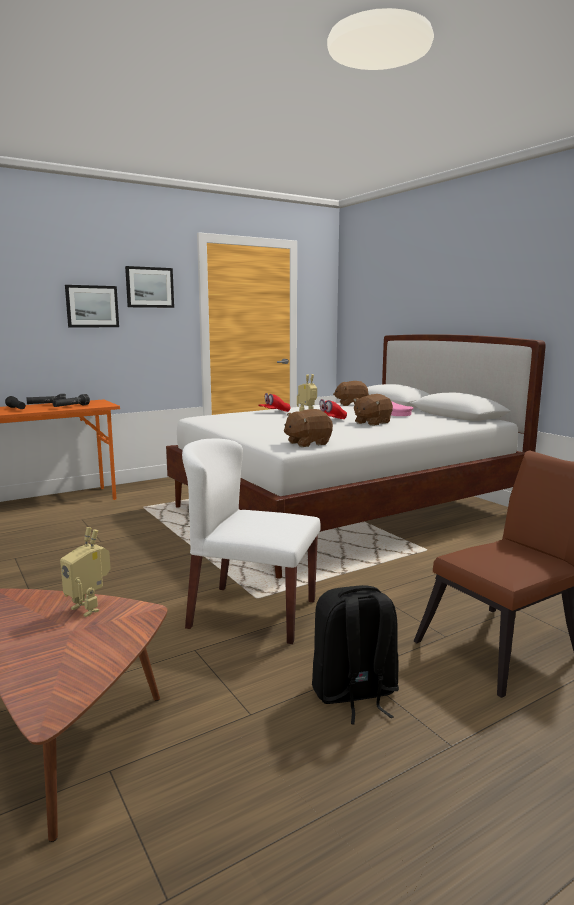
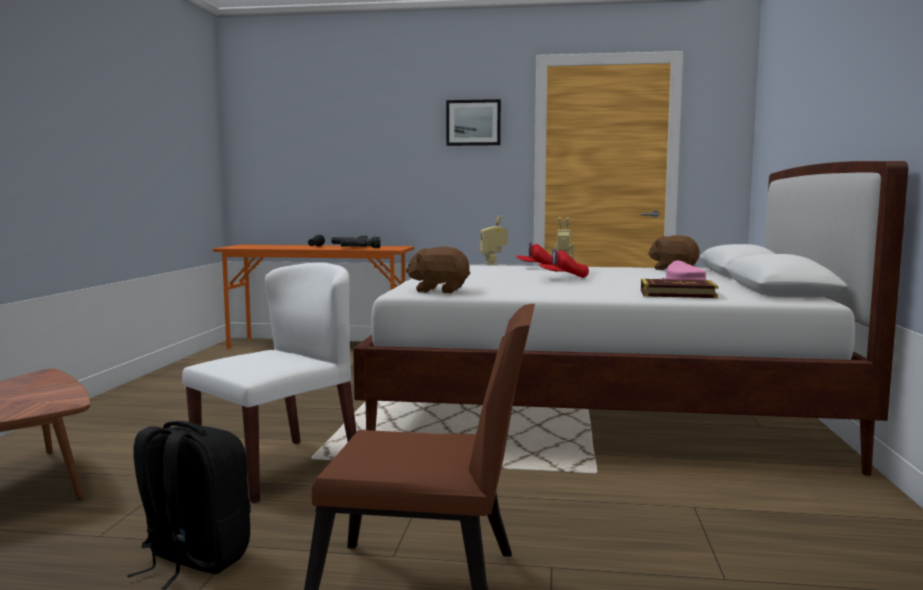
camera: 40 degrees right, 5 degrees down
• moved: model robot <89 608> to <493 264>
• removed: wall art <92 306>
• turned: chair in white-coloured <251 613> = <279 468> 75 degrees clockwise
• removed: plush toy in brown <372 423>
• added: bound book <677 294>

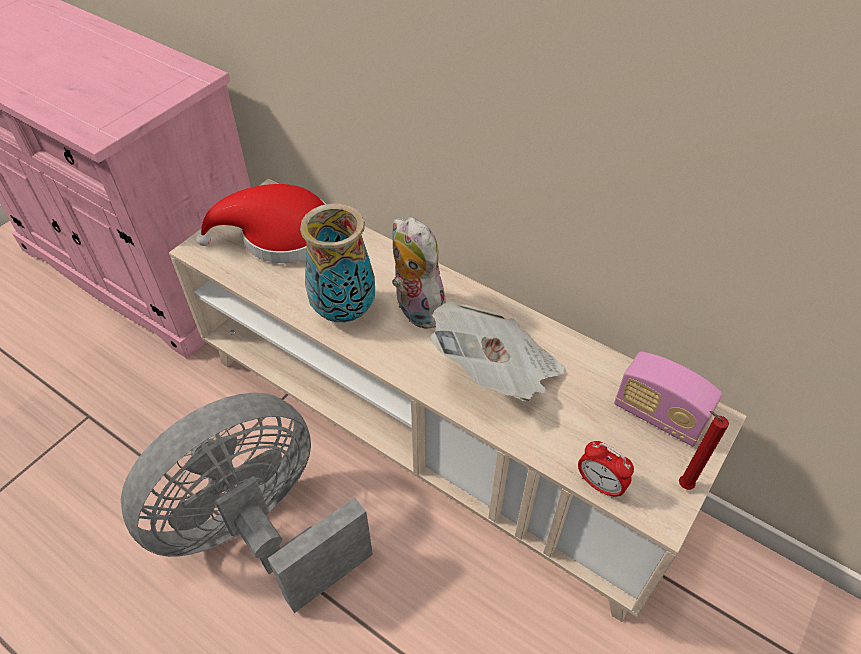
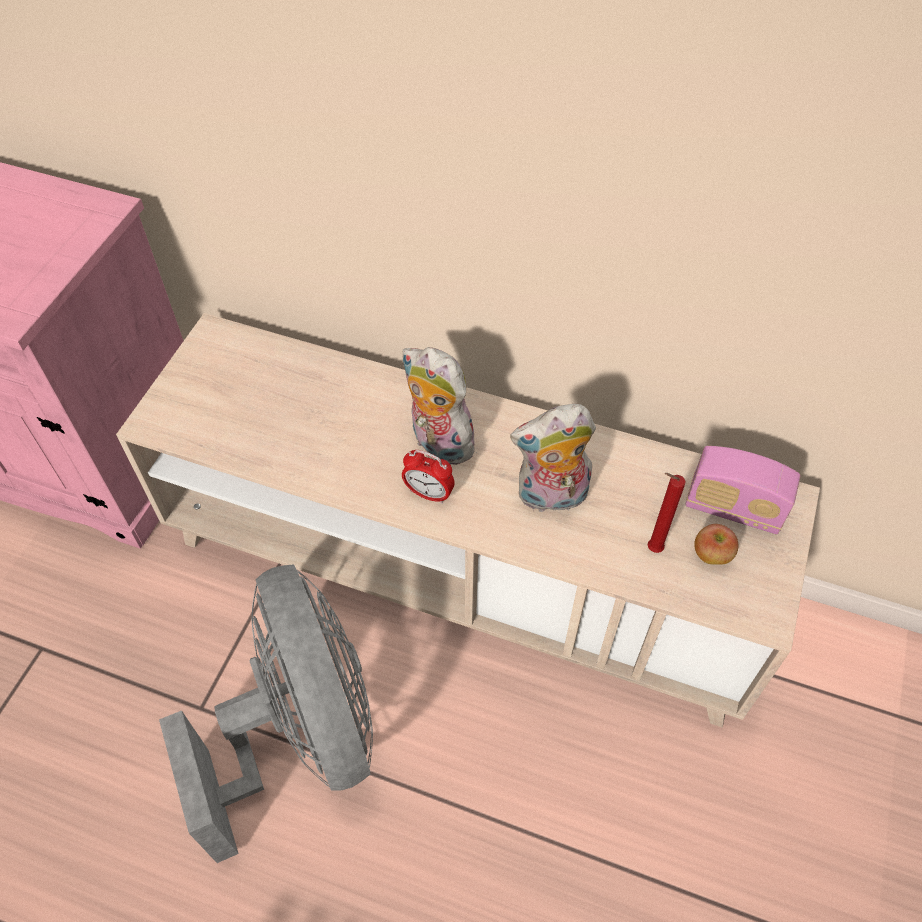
camera: 15 degrees left, 5 degrees up
• turned: electric fan in gray <259 532> = <301 734> 120 degrees clockwise
• removed: wearable hat in red-coloured <279 236>
• removed: decorative vase <343 312>
• replaced: printed paper <497 371> to plush toy <551 497>
• moved: alarm clock <599 484> to <429 493>
• moved: wax candle in red-coloured <682 485> to <651 549>
• added: whole apple <711 556>

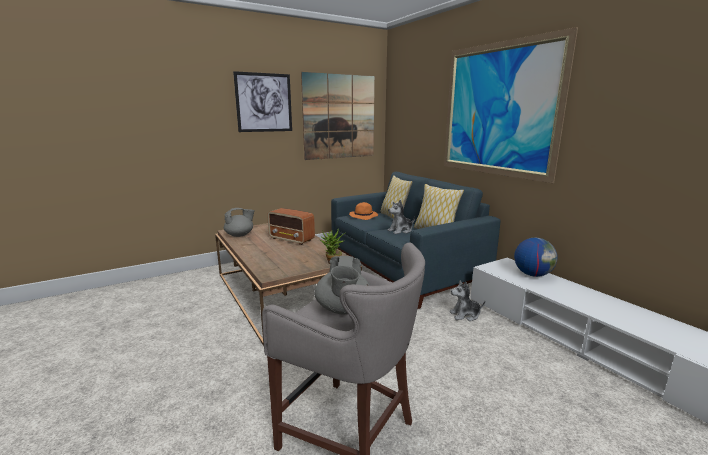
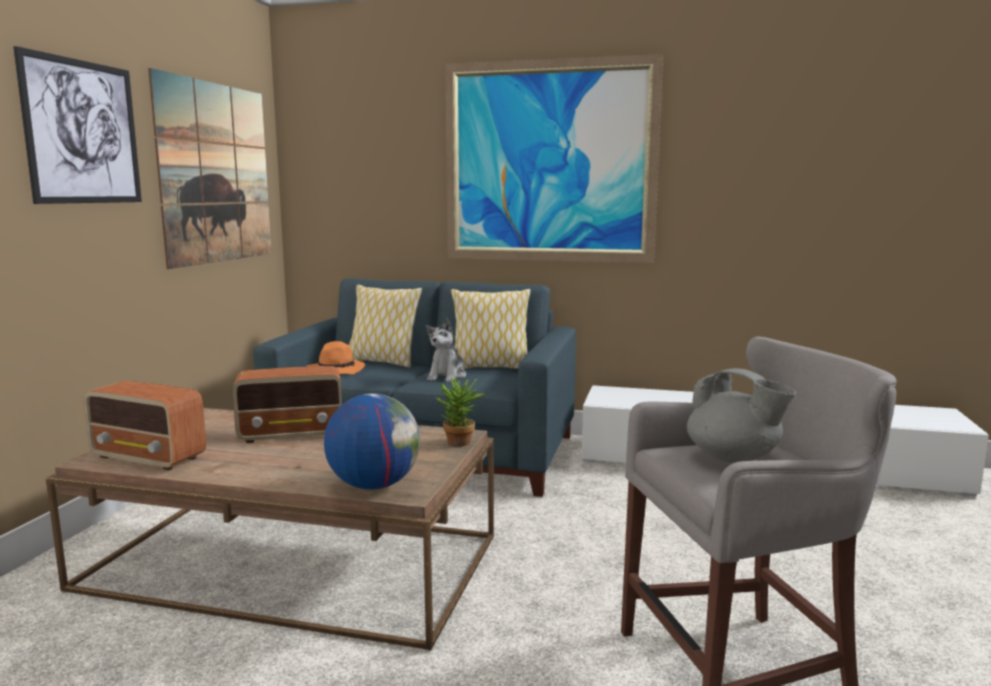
camera: 45 degrees left, 5 degrees down
• replaced: teapot in gray <240 235> to radio set <149 458>
• removed: plush toy <465 315>
• moved: globe <532 274> to <374 485>

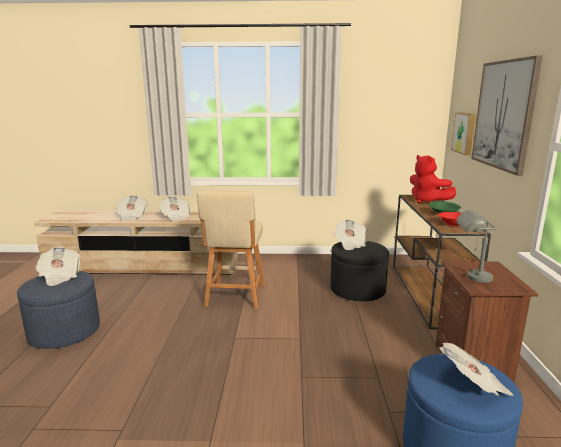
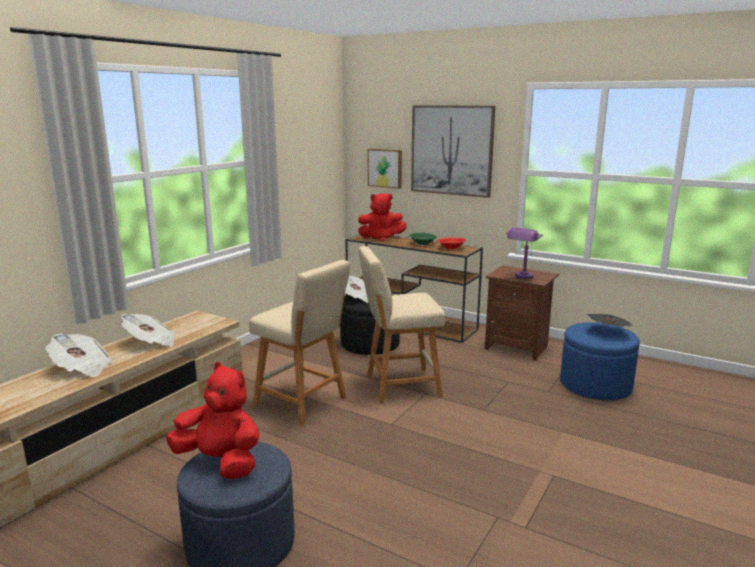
camera: 60 degrees left, 0 degrees up
• replaced: printed paper <60 276> to plush toy in red-coloured <220 462>
• recoloured: lamp for a table in gray <471 277> to lamp for a table in purplish <522 278>
• added: stool in sand-coloured <399 385>

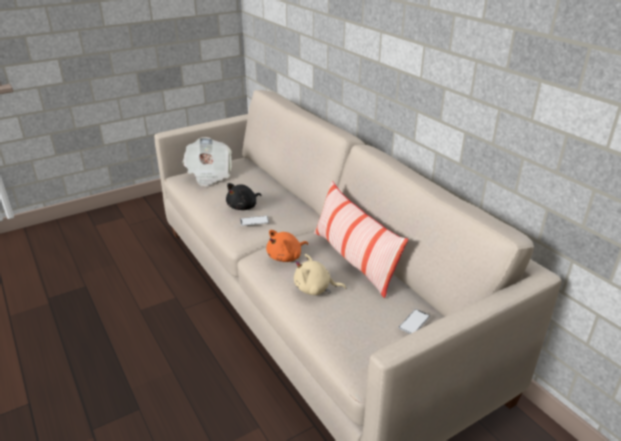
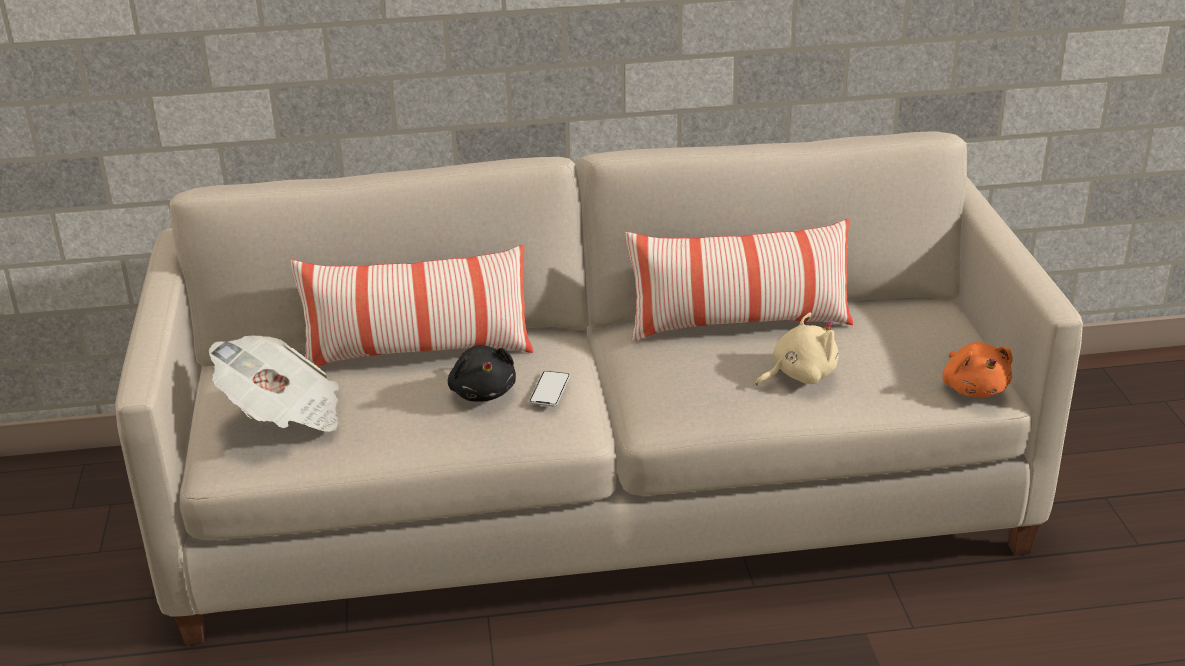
camera: 65 degrees left, 0 degrees up
• moved: plush toy in orange-coloured <286 257> to <974 388>
• turned: plush toy in sand-coloured <315 289> = <799 375> 150 degrees counterclockwise
• removed: phone <414 322>
• added: cushion <418 353>

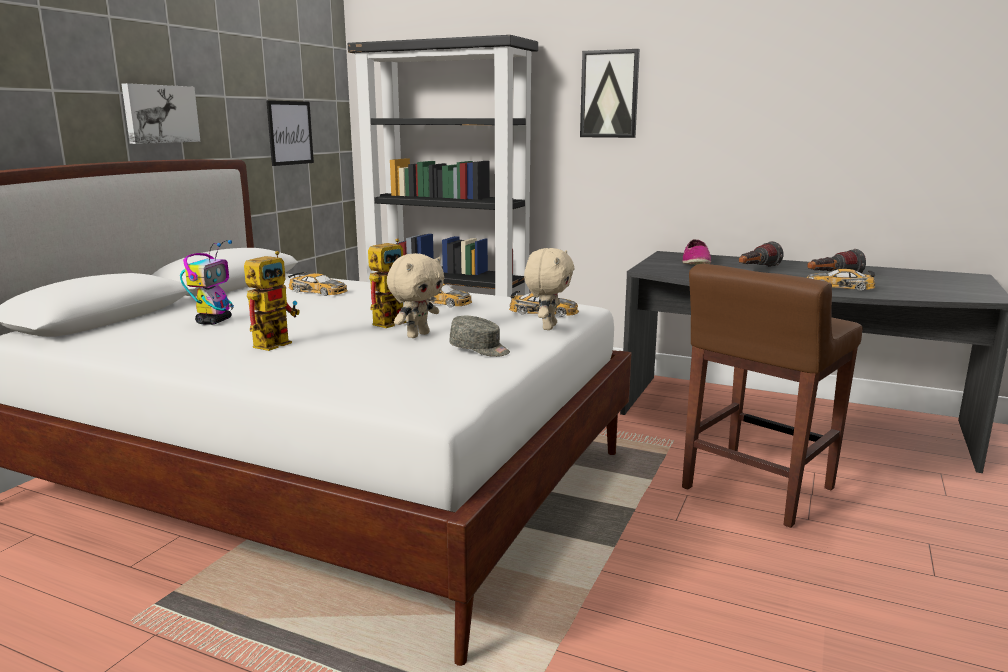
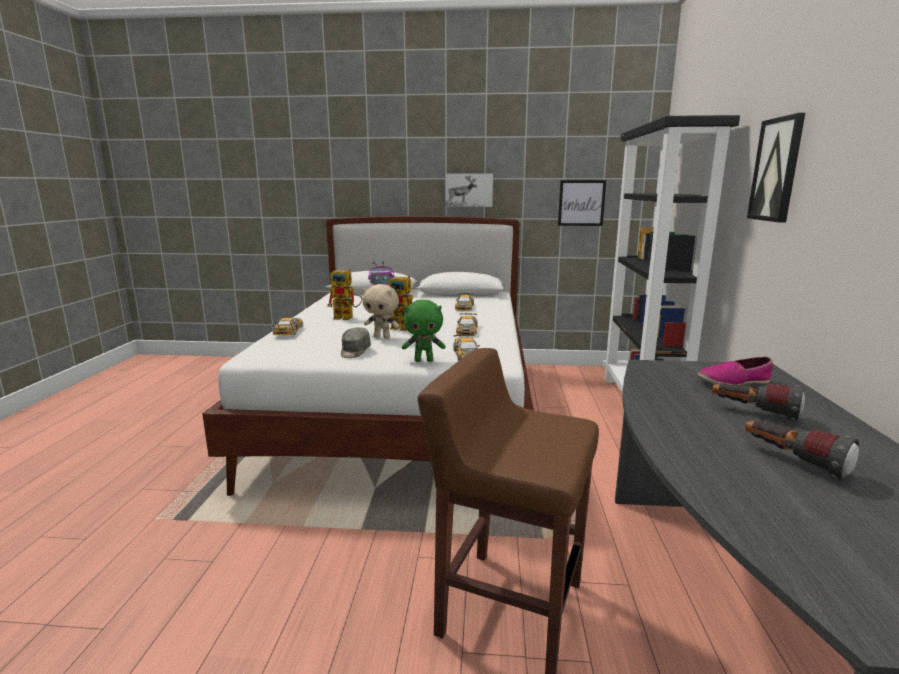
camera: 70 degrees right, 0 degrees up
• recoloured: plush toy in sand-coloured <548 327> to plush toy in green-coloured <424 360>
• moved: toy car <838 287> to <288 330>

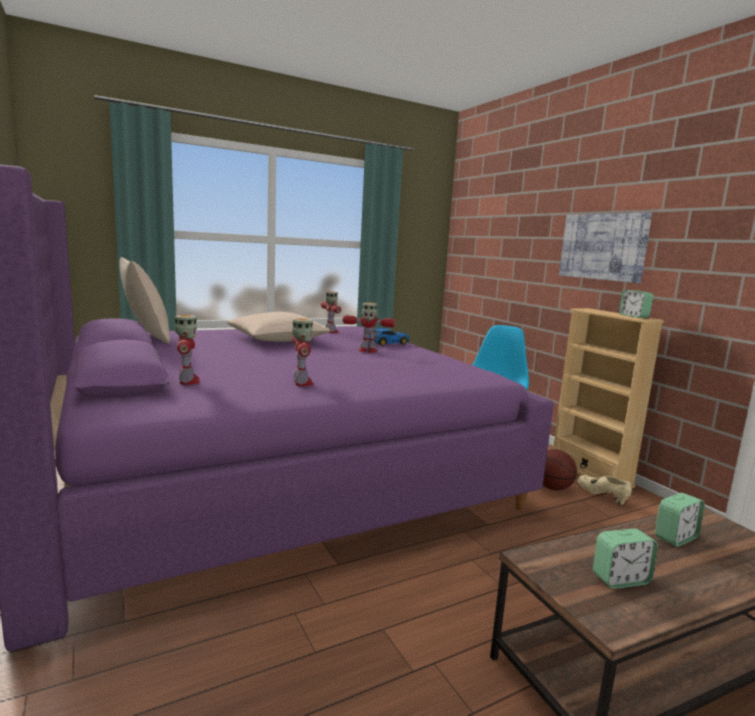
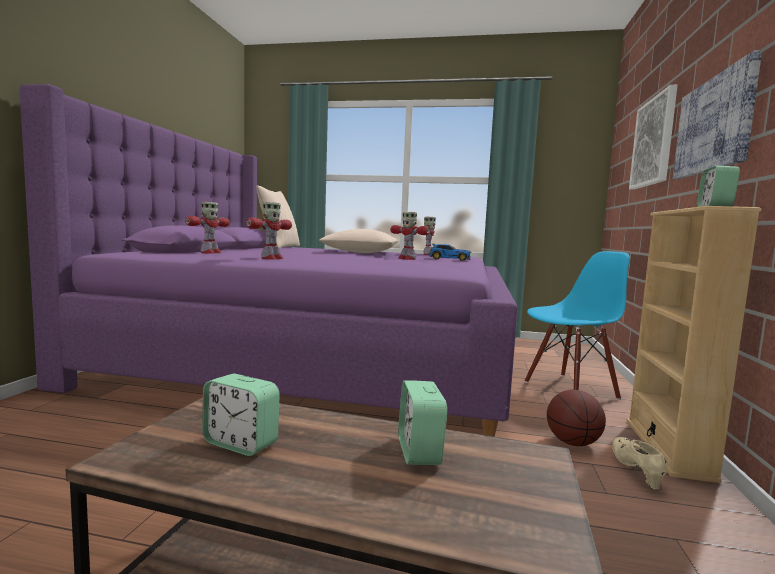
camera: 40 degrees right, 5 degrees down
• turned: alarm clock <675 537> = <419 451> 75 degrees clockwise
• added: wall art <654 142>

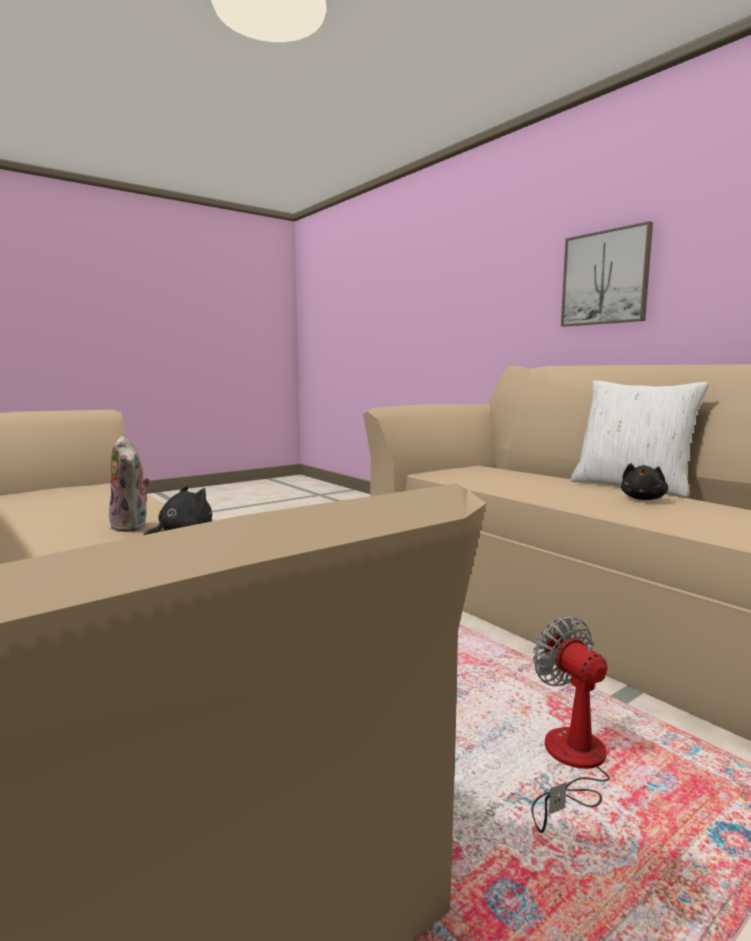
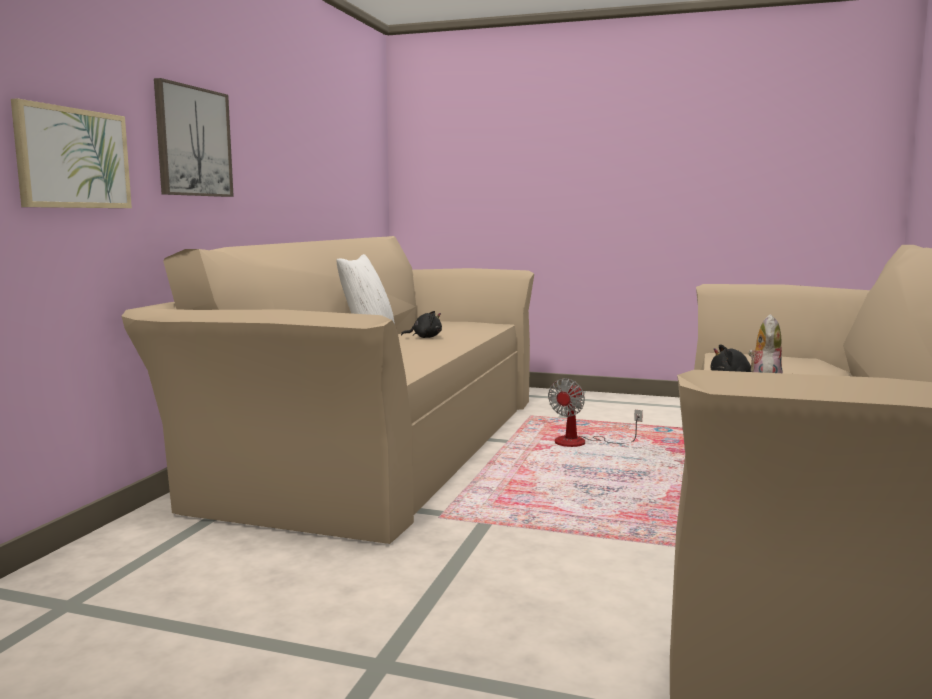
camera: 125 degrees left, 0 degrees up
• added: wall art <73 158>

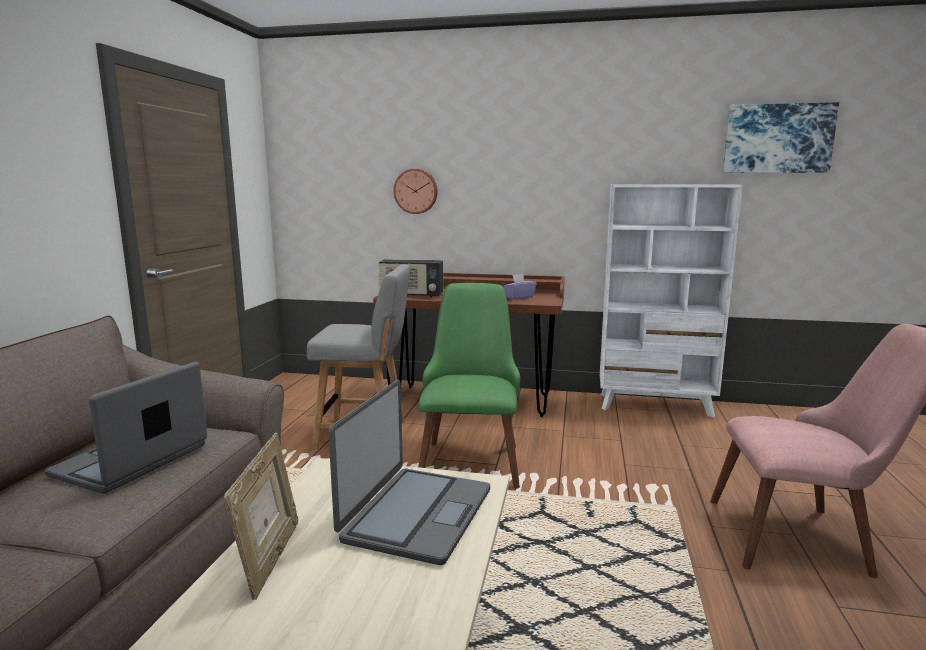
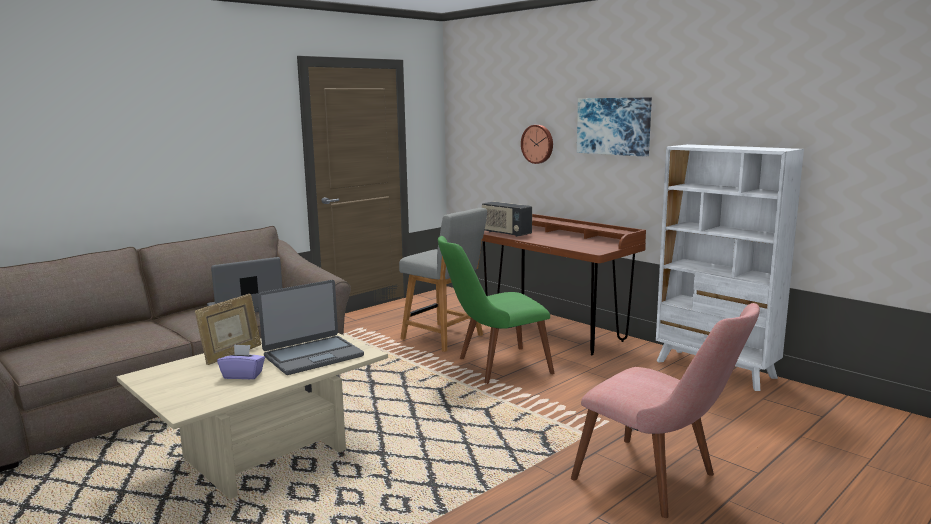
camera: 35 degrees right, 0 degrees up
• turned: chair in green-coloured <471 456> = <493 367> 150 degrees counterclockwise
• moved: tissue box in purplish <519 297> to <243 375>
• moved: wall art <777 139> to <614 126>

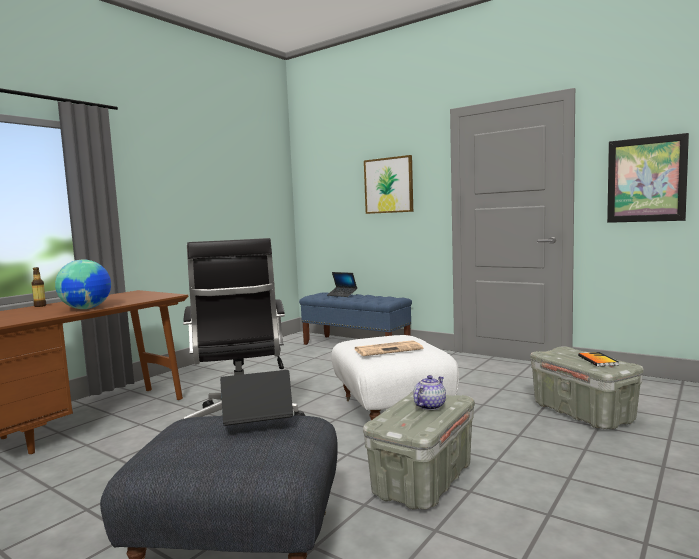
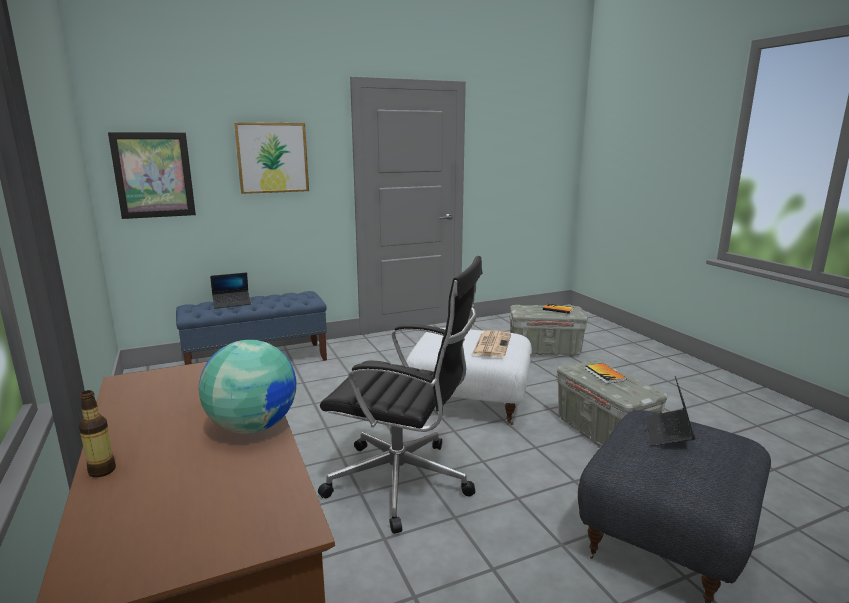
camera: 60 degrees left, 10 degrees up
• replaced: teapot <429 406> to bound book <604 374>
• moved: wall art <646 180> to <153 175>

